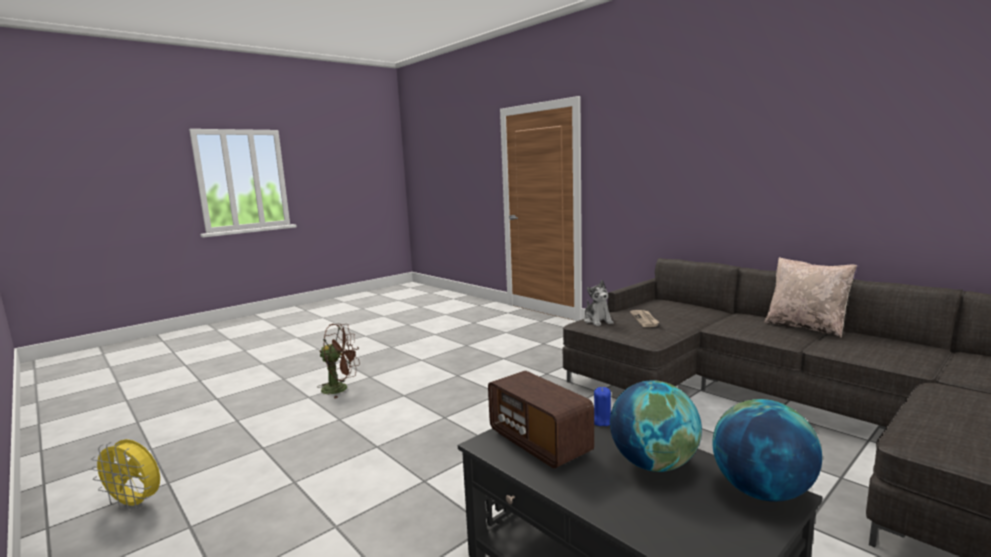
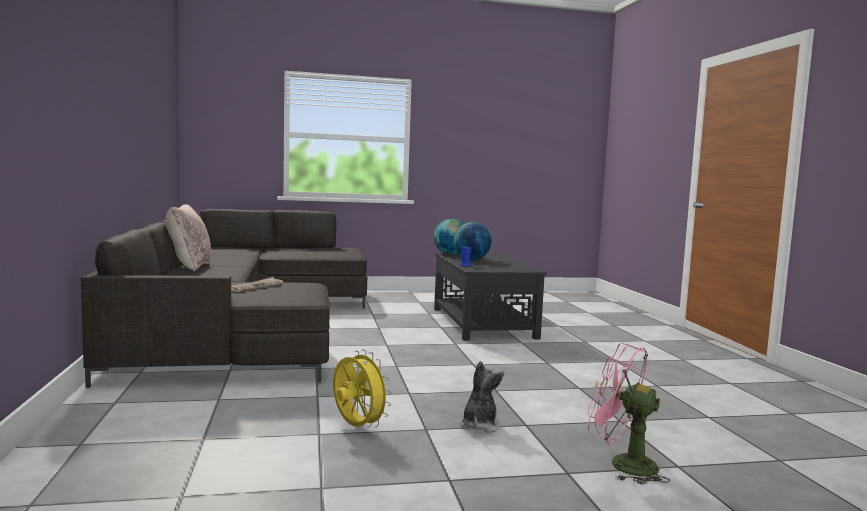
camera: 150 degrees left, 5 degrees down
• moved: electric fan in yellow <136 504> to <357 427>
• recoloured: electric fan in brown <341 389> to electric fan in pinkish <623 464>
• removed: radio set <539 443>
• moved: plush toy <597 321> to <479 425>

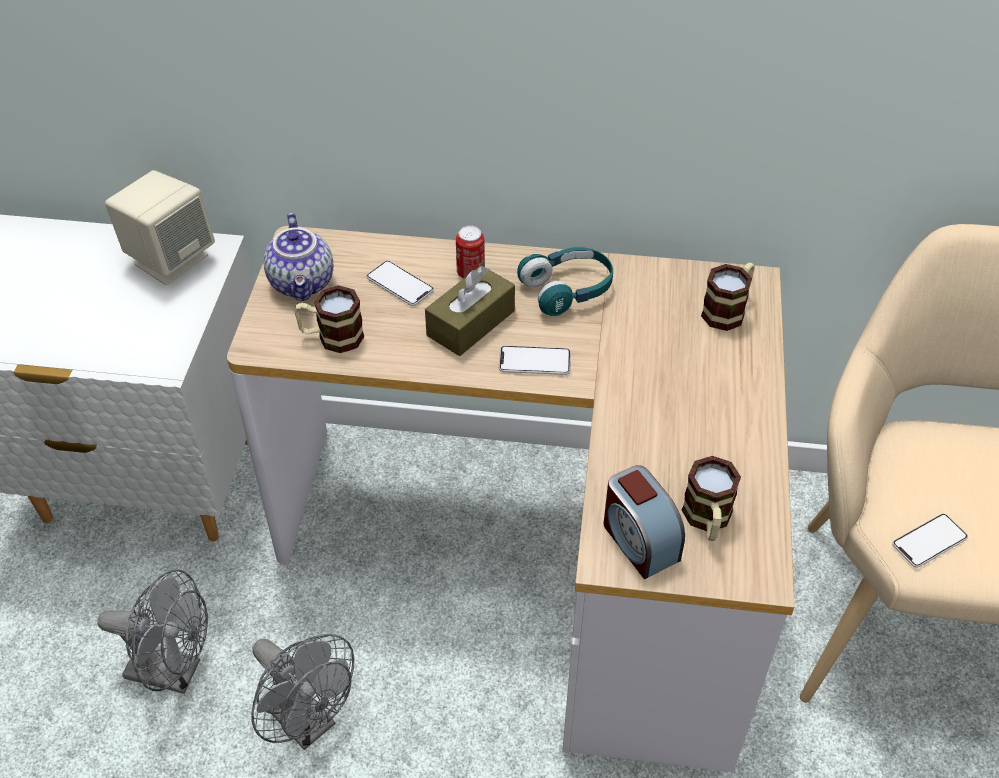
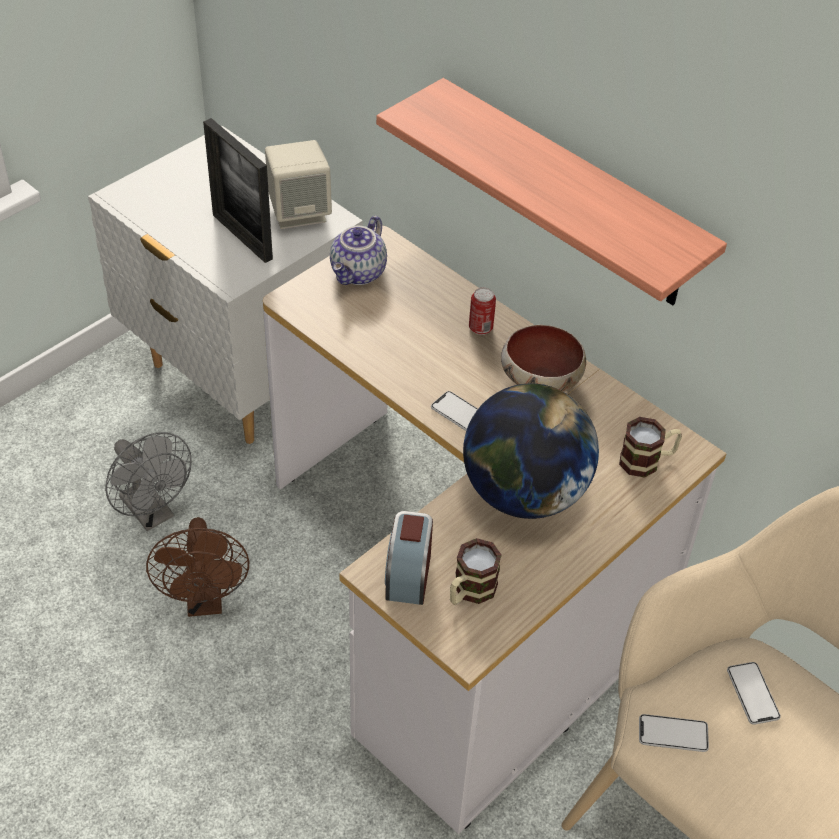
camera: 35 degrees right, 0 degrees up
• recoloured: electric fan in gray <307 723> to electric fan in brown <205 601>
• removed: tea mug <331 337>
• moved: phone <400 284> to <752 694>
• removed: tissue box in brown <470 323>
• replaced: headset in turquoise <568 290> to serving bowl <539 379>
• added: picture frame <242 237>
• added: shelf <570 196>
• added: globe <524 493>

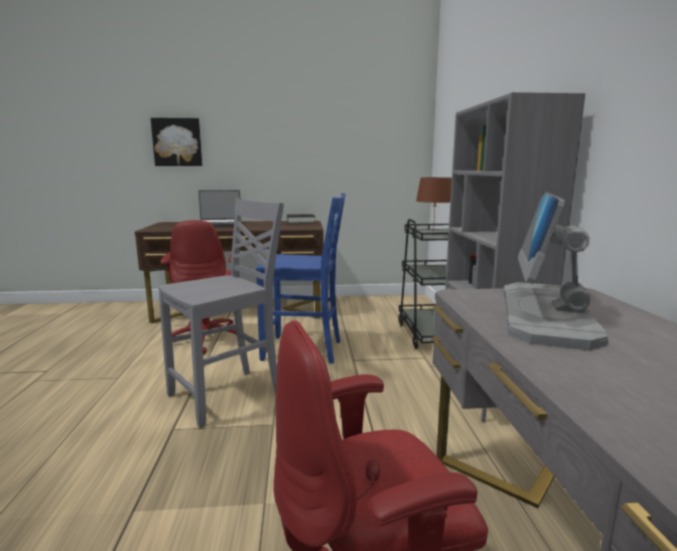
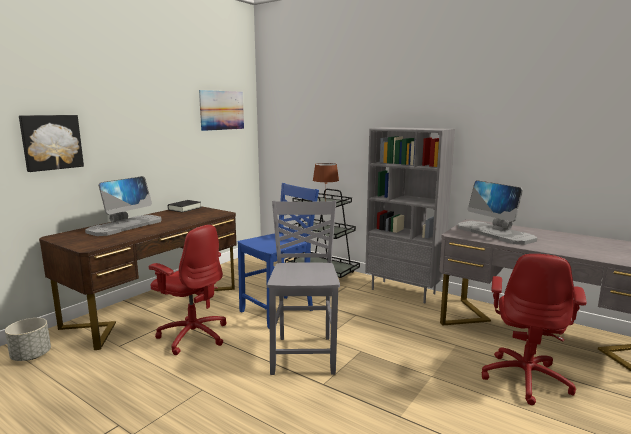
camera: 50 degrees left, 0 degrees up
• replaced: laptop <219 224> to computer screen <126 226>
• added: flower pot in gray <31 356>
• added: wall art <222 110>

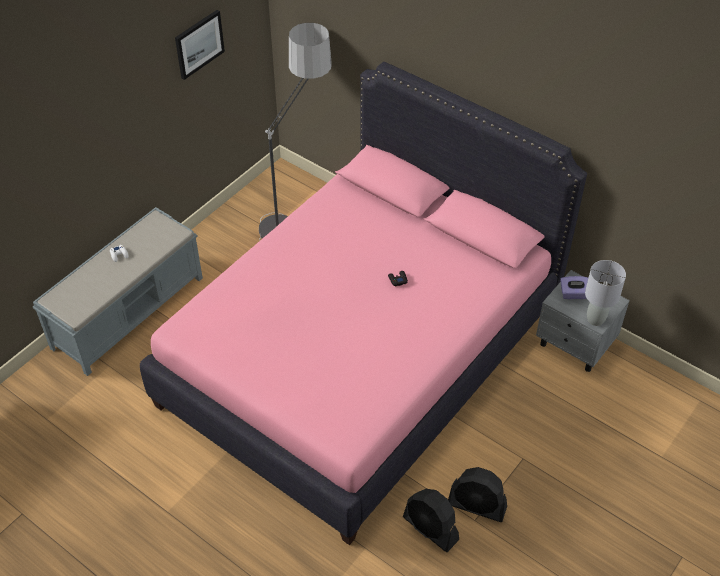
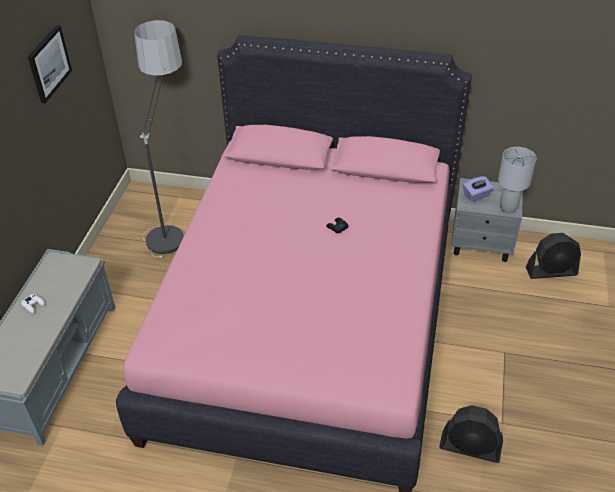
camera: 25 degrees left, 5 degrees down
• moved: electric fan in blackish <477 506> to <551 271>

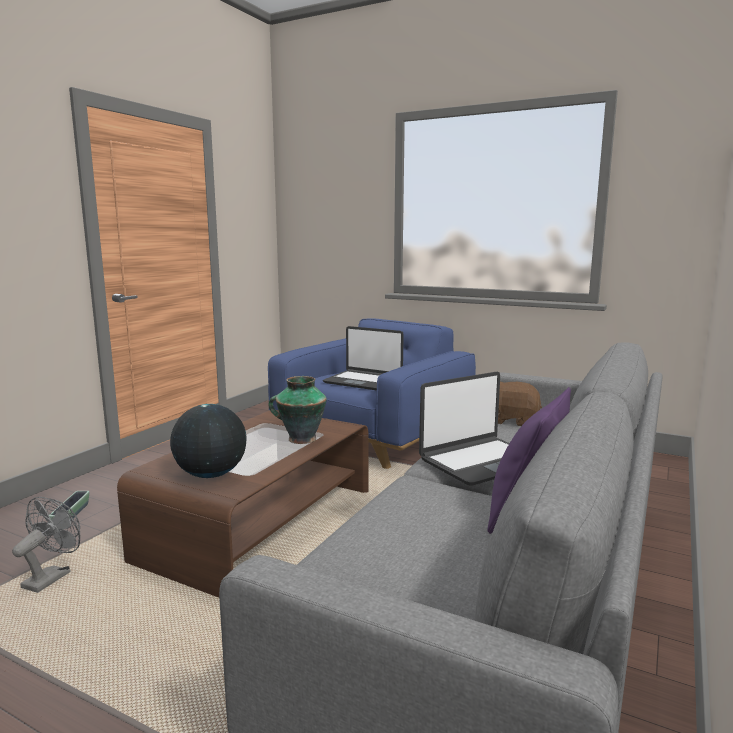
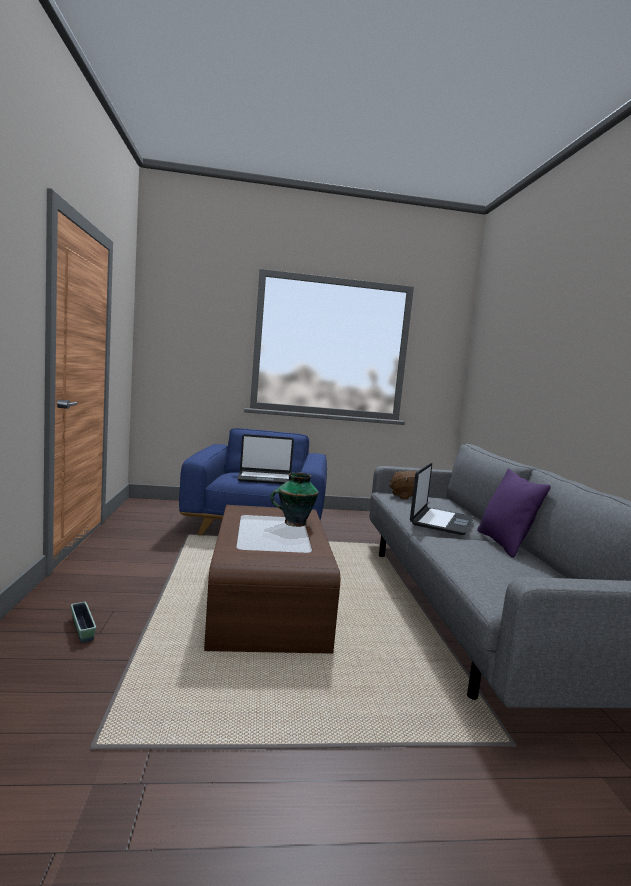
camera: 35 degrees left, 5 degrees down
• removed: electric fan in gray <52 577>
• removed: globe <210 475>

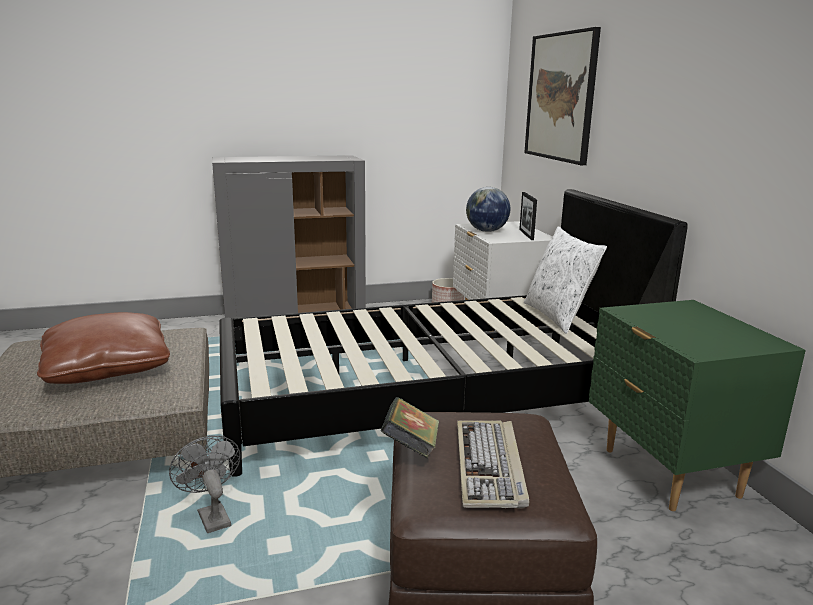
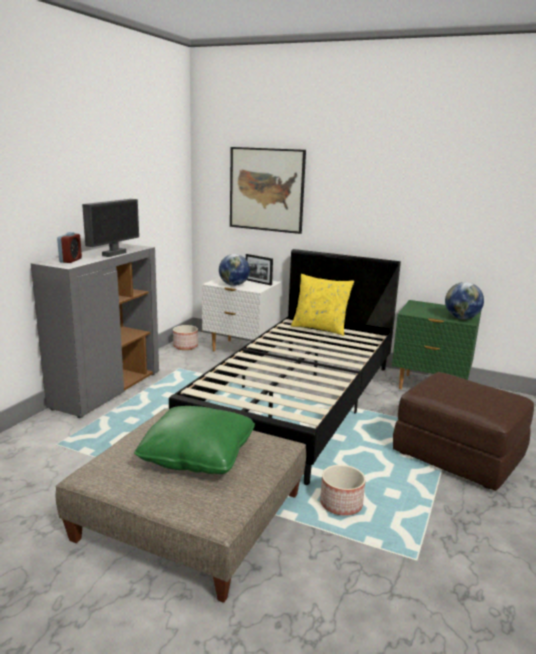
camera: 50 degrees left, 0 degrees up
• recoloured: cushion in brown <107 368> to cushion in green-coloured <197 455>
• replaced: electric fan in gray <211 516> to flower pot <341 504>
• removed: bound book <411 448>
• removed: keyboard <490 466>
• recoloured: cushion in white-coloured <558 317> to cushion in yellow <320 328>
• added: alarm clock <70 260>
• added: computer screen <113 254>
• added: globe <461 318>

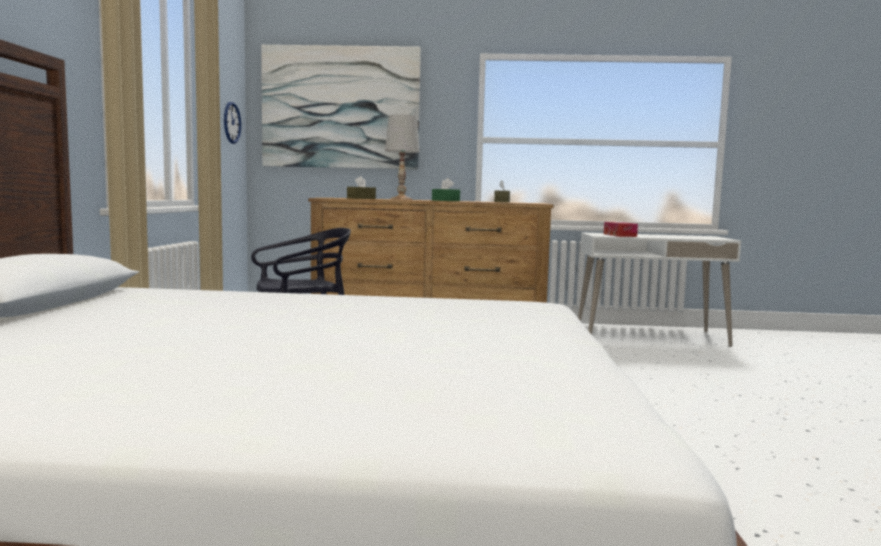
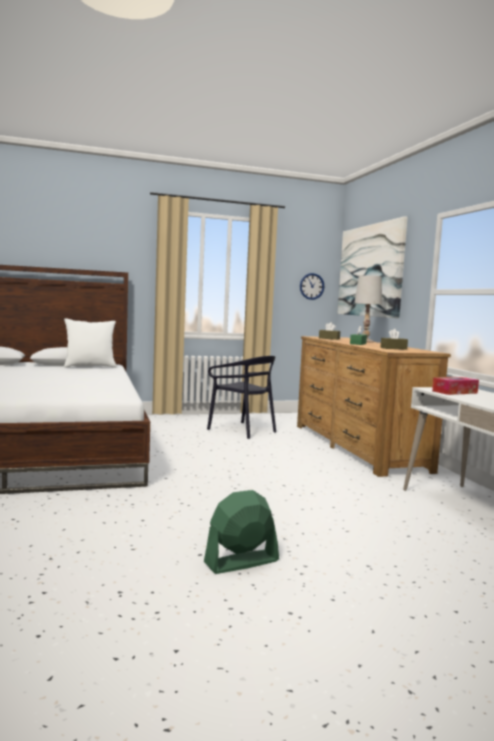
camera: 70 degrees right, 0 degrees up
• added: cushion in white-coloured <90 366>
• added: electric fan in green-coloured <241 562>

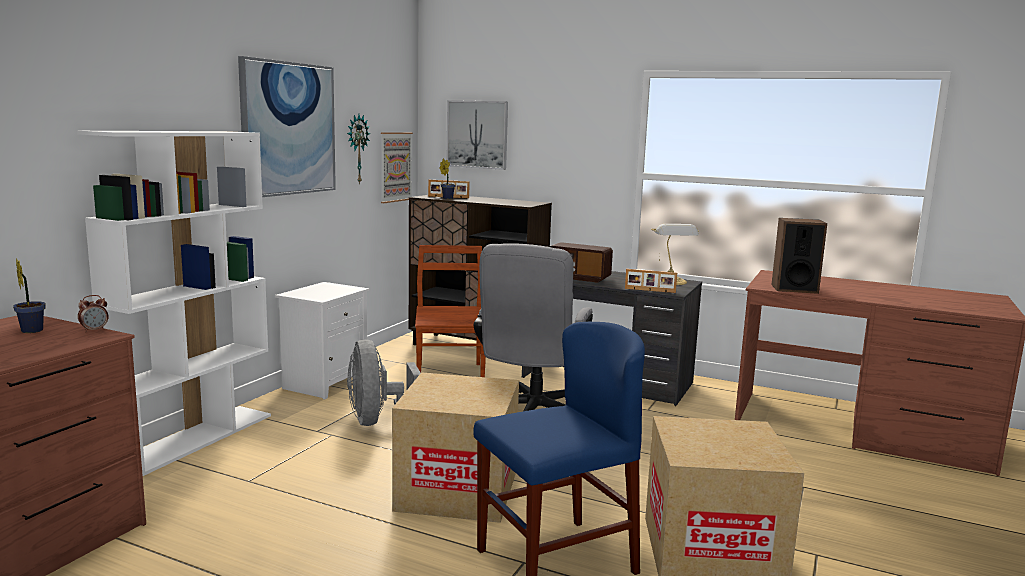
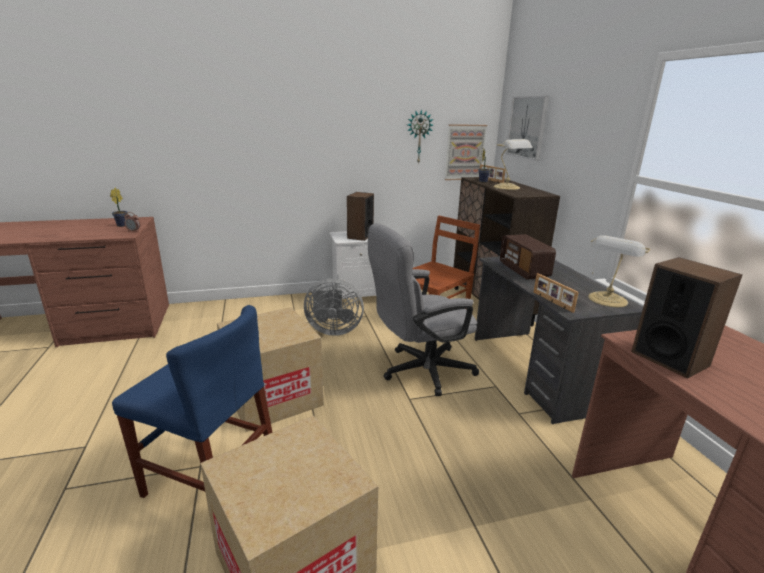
camera: 50 degrees right, 10 degrees up
• removed: bookshelf in white-coloured <195 438>
• removed: wall art <289 129>
• turned: electric fan in gray <377 420> = <333 330> 120 degrees counterclockwise
• added: speaker <360 236>
• added: lamp for a table <507 187>

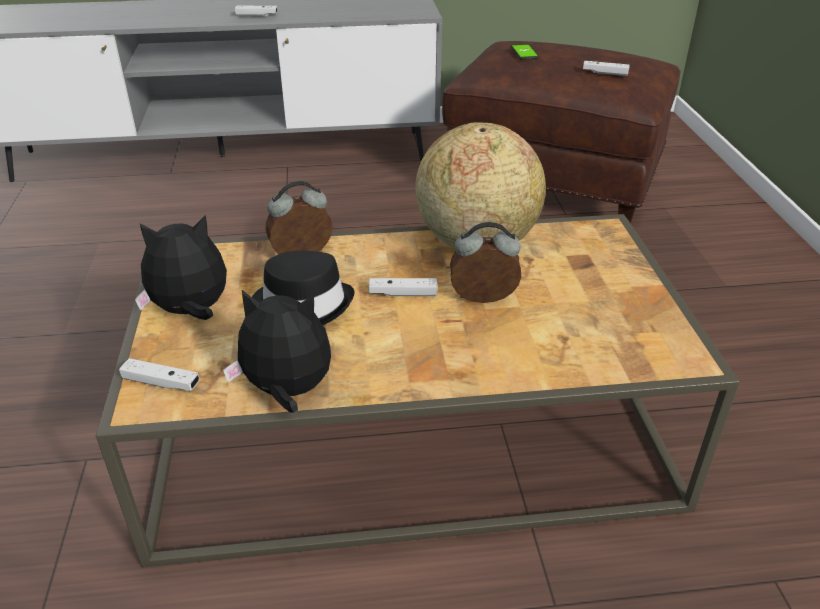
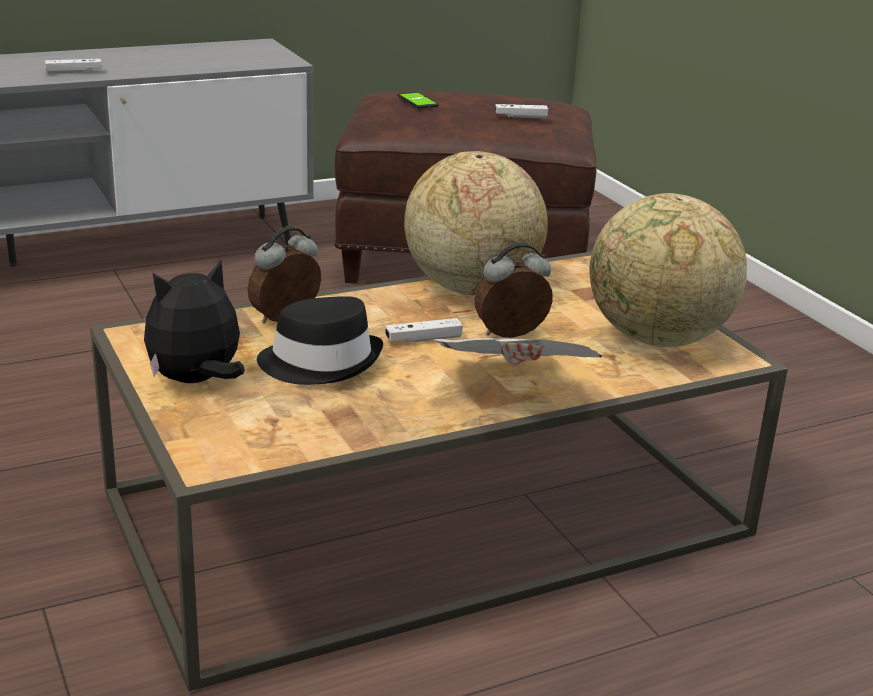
camera: 20 degrees left, 10 degrees down
• removed: gamepad in white-coloured <161 383>
• removed: plush toy <287 392>
• added: printed paper <514 390>
• added: globe <657 340>

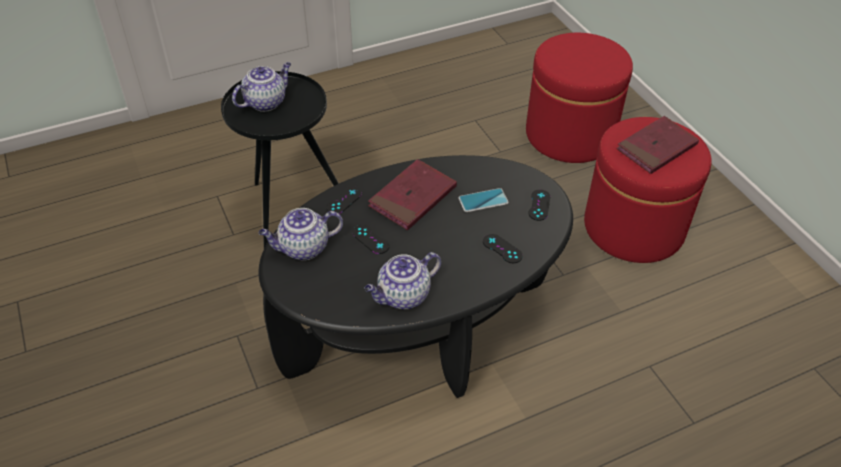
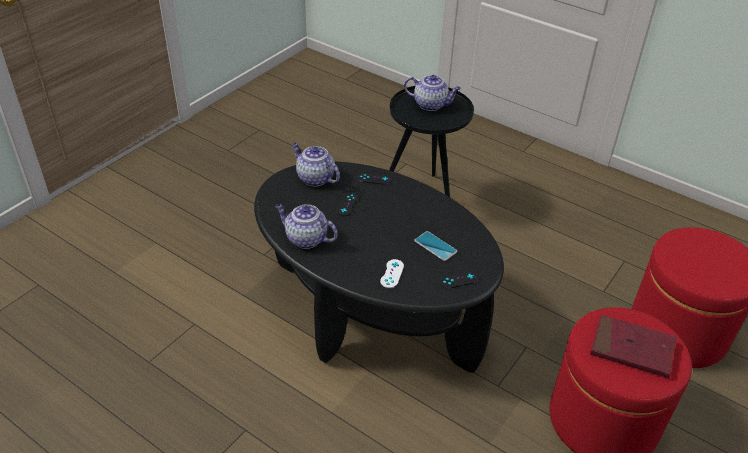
camera: 60 degrees right, 5 degrees down
• removed: bound book in red-coloured <412 197>
• recoloured: gamepad in blackish <502 249> to gamepad in white-coloured <392 273>

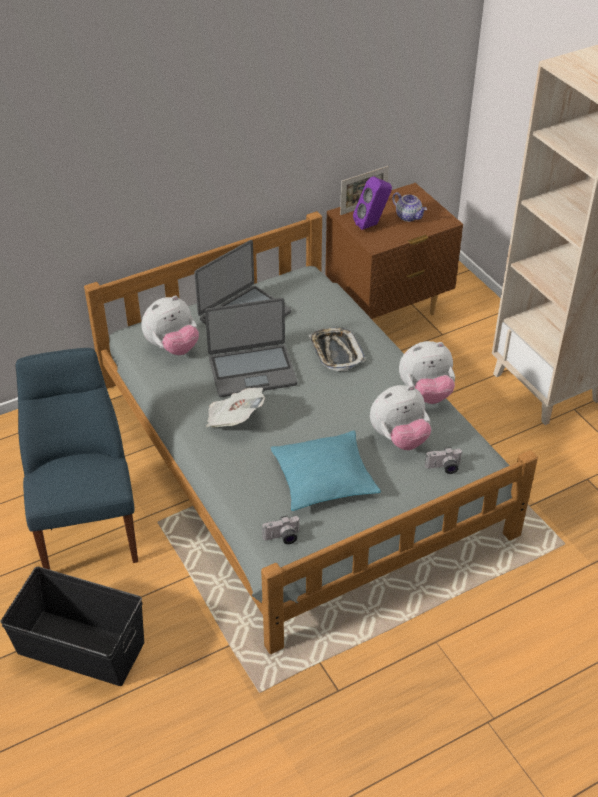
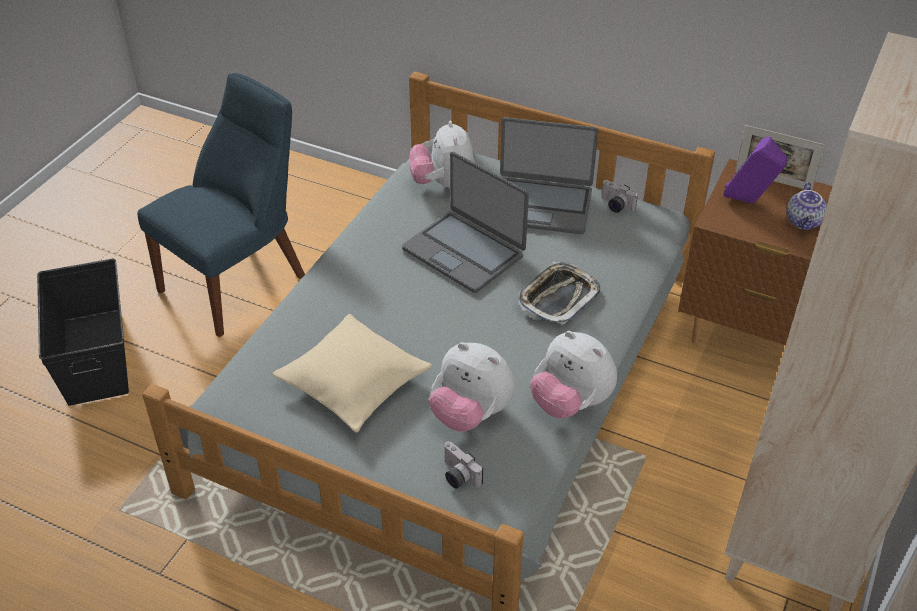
camera: 55 degrees right, 0 degrees up
• turned: plush toy <172 347> = <443 184> 60 degrees clockwise
• removed: printed paper <234 419>
• moved: photo camera <282 538> to <615 206>
• recoloured: cushion in turquoise <324 478> to cushion in sand-coloured <353 382>

